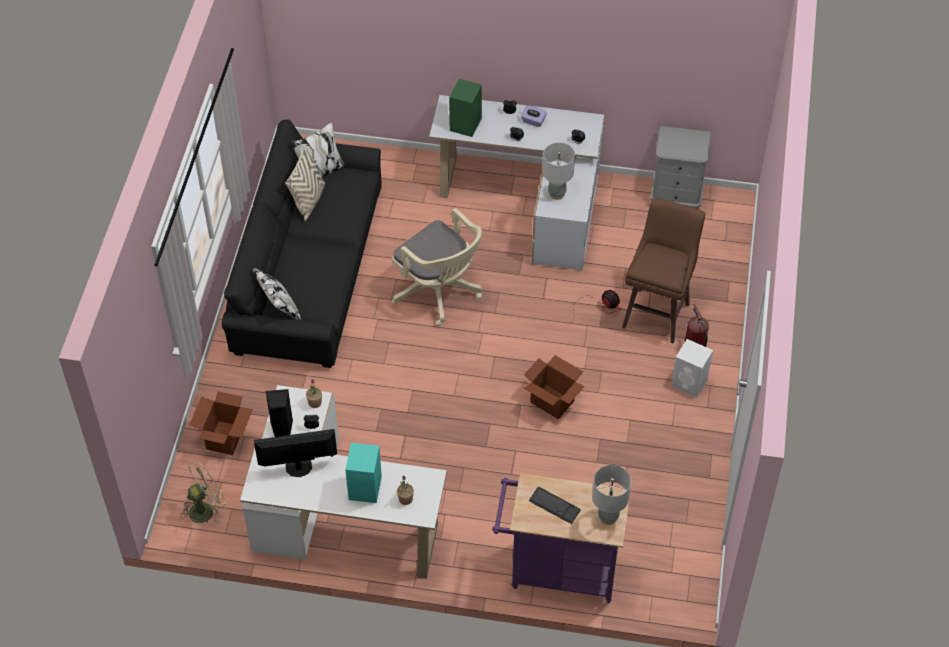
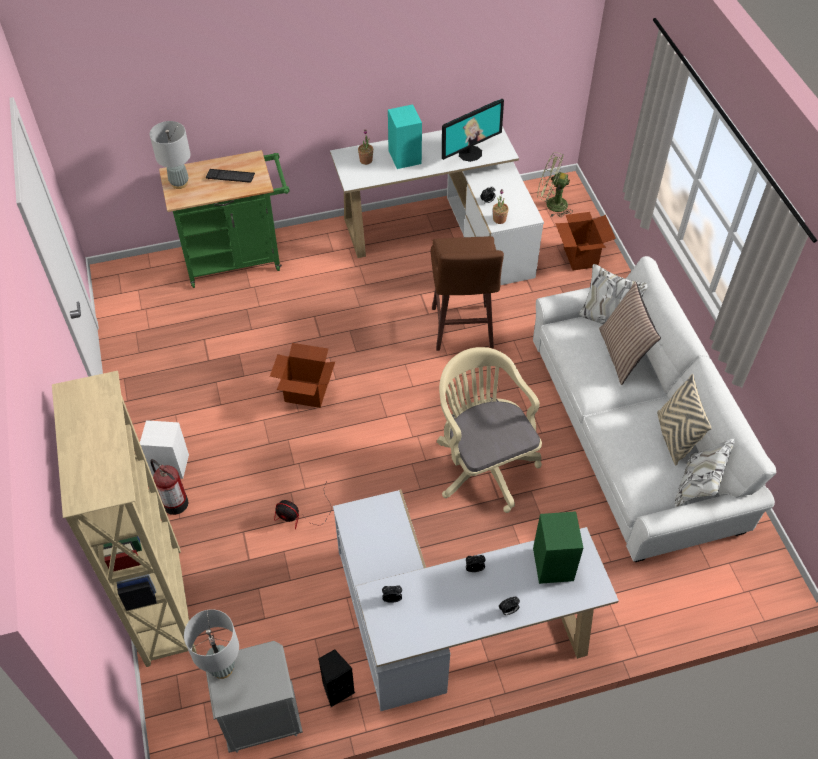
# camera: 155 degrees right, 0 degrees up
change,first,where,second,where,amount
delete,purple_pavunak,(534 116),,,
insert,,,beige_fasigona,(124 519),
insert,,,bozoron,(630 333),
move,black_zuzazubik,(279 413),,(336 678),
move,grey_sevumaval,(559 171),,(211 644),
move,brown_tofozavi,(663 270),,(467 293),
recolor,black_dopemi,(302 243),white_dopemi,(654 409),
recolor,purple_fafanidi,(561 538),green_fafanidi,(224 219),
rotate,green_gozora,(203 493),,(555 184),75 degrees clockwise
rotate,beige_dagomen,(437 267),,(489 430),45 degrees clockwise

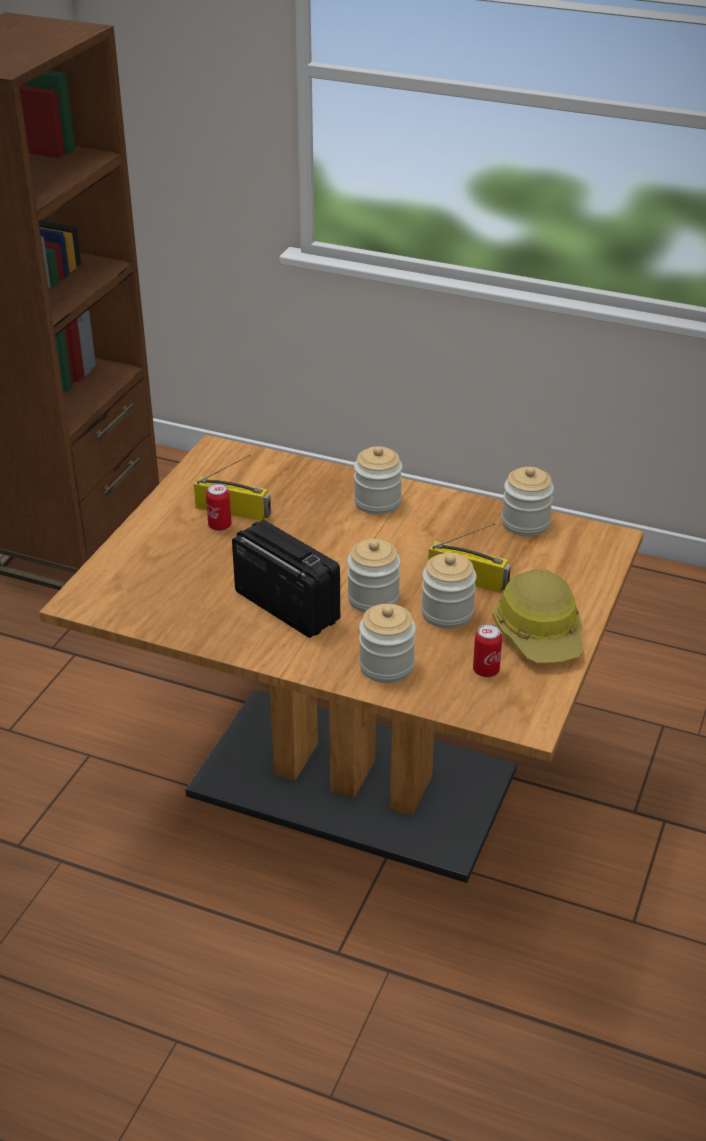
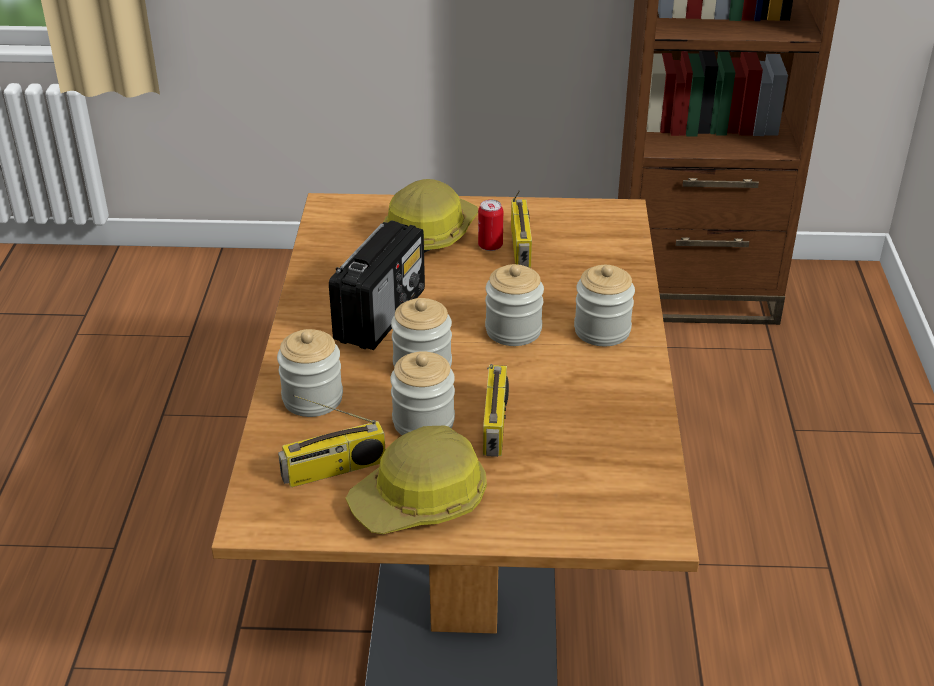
# camera: 70 degrees right, 0 degrees up
change,first,where,second,where,amount
insert,,,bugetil,(431 216),
move,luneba,(528 501),,(514 305),
replace,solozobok,(487 650),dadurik,(331 441),

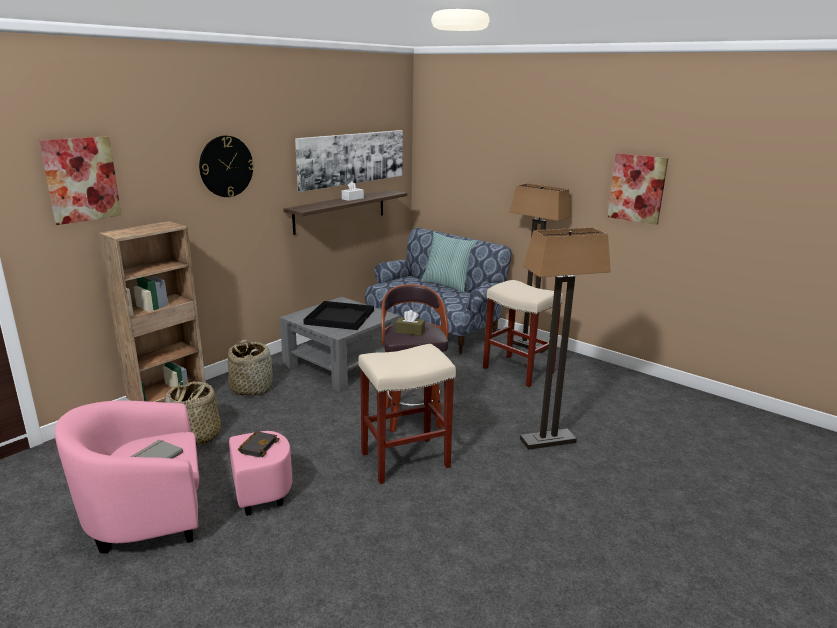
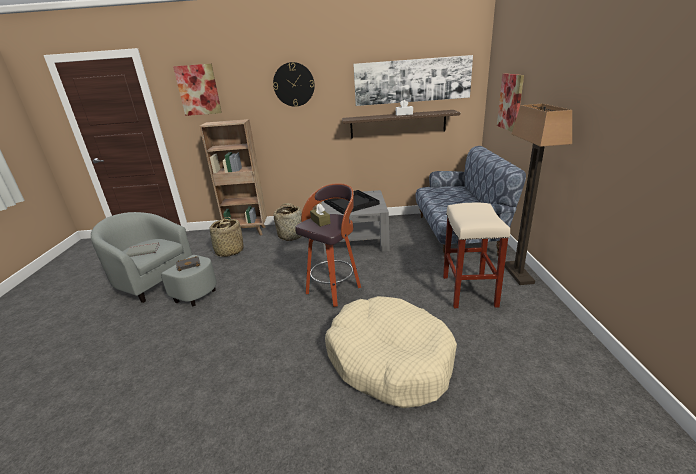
# camera: 50 degrees right, 5 degrees up
change,first,where,second,where,amount
delete,beige_tofozavi,(407 414),,,
delete,bozoron,(449 262),,,
move,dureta,(638 189),,(510 102),
replace,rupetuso,(565 338),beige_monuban,(391 352),
recolor,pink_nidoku,(173 477),grey_nidoku,(154 259),

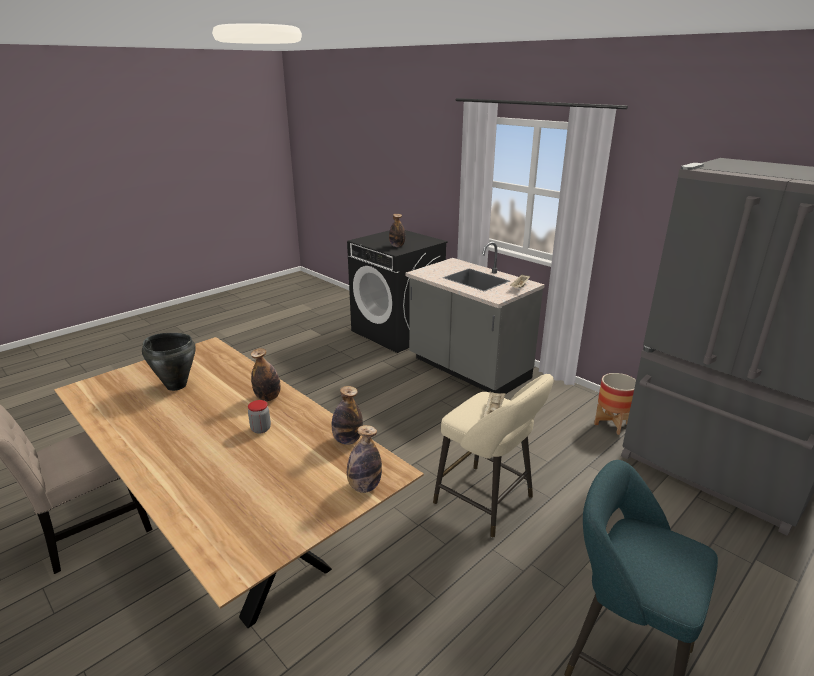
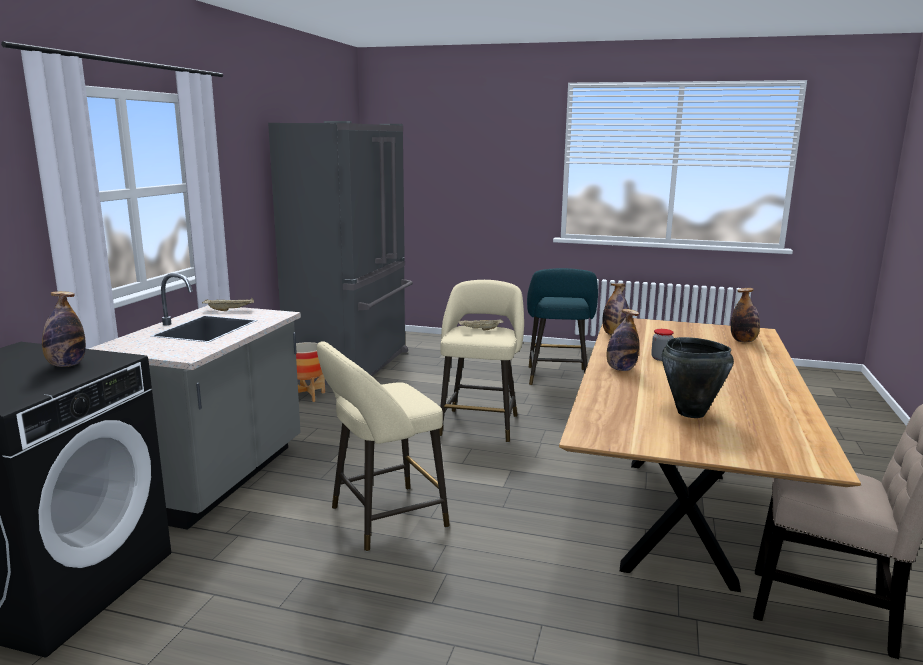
# camera: 120 degrees left, 10 degrees down
change,first,where,second,where,amount
insert,,,beige_tofozavi,(383 446),
move,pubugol,(364 459),,(745 315),

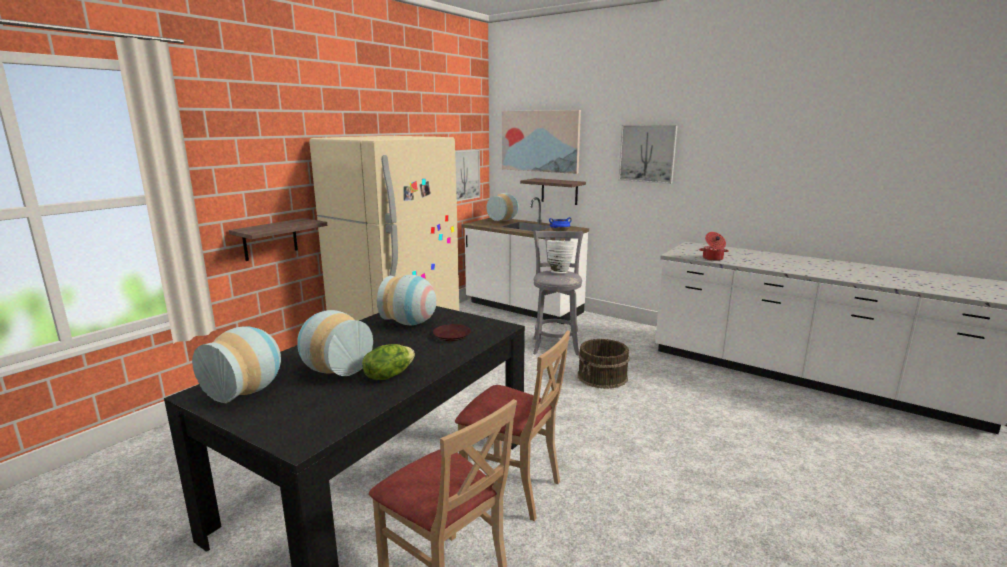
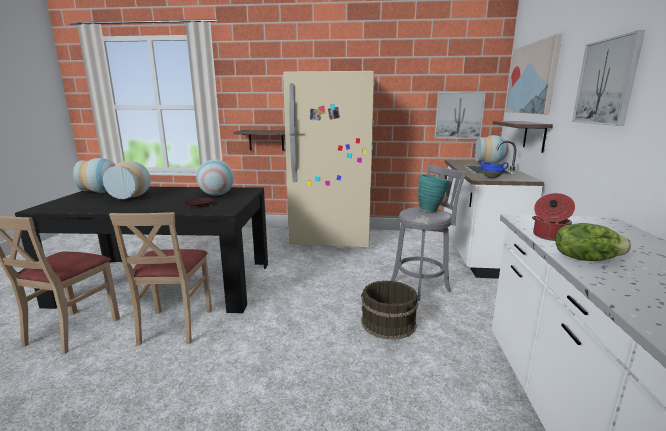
# camera: 60 degrees right, 0 degrees up
change,first,where,second,where,amount
move,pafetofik,(388 362),,(593 242),
recolor,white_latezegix,(560 256),turquoise_latezegix,(434 193),

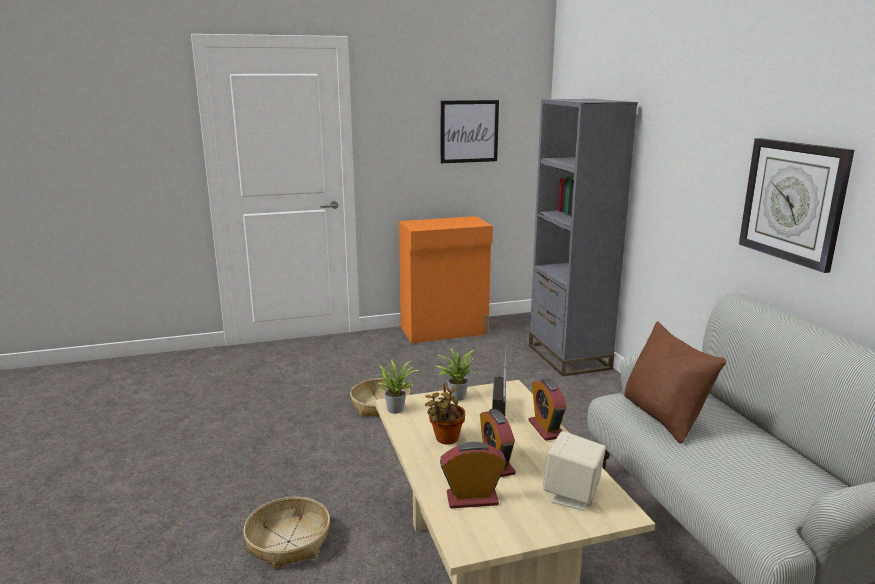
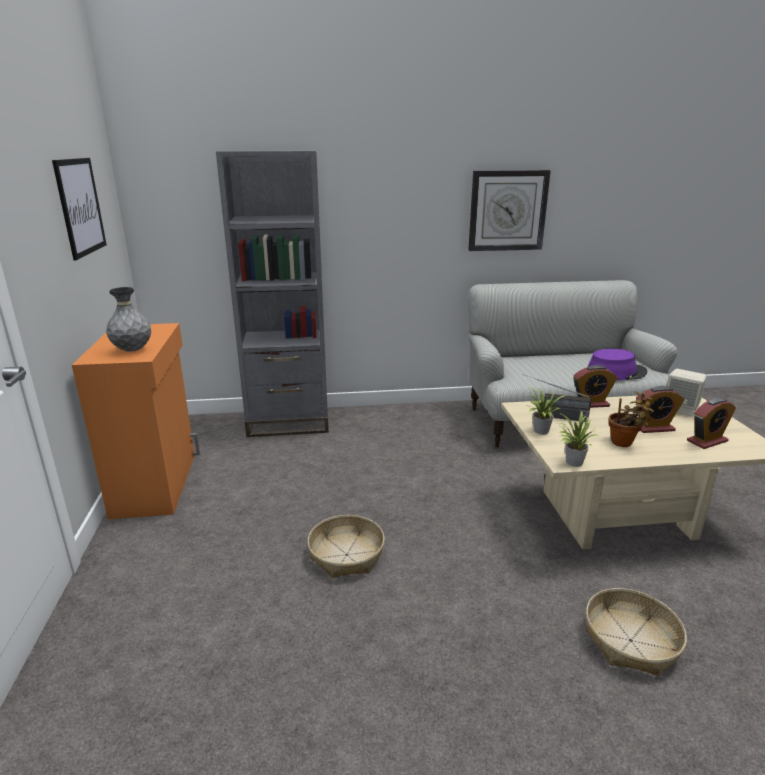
# camera: 80 degrees left, 5 degrees up
change,first,where,second,where,amount
delete,brown_bozoron,(675 382),,,
insert,,,grey_latezegix,(128 319),
insert,,,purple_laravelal,(617 364),
rotate,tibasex,(473 475),,(711 423),120 degrees counterclockwise

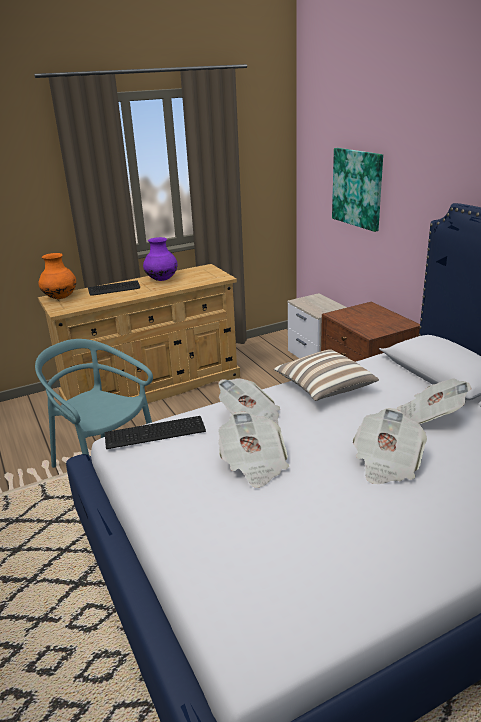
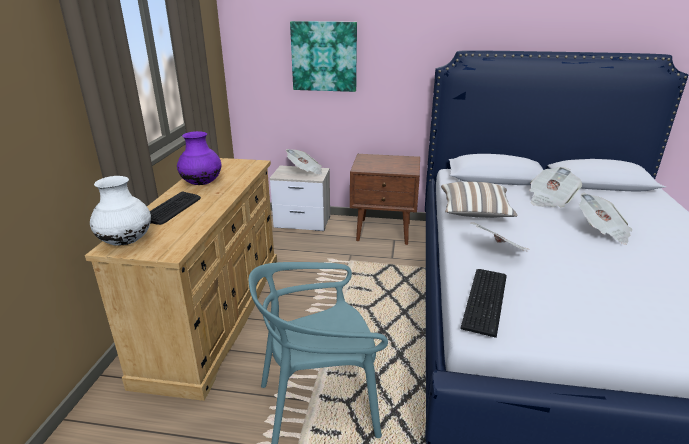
# camera: 55 degrees left, 0 degrees up
change,first,where,second,where,amount
move,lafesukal,(253 449),,(304 162),
recolor,orange_latezegix,(57 276),white_latezegix,(120 211),

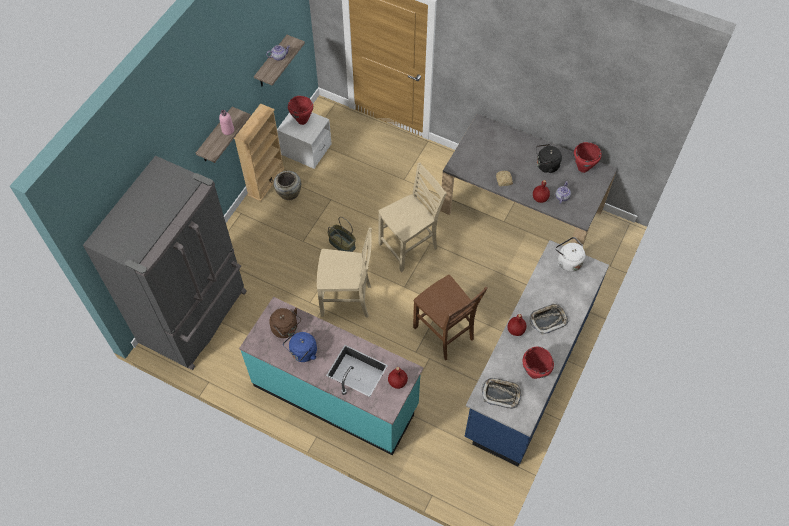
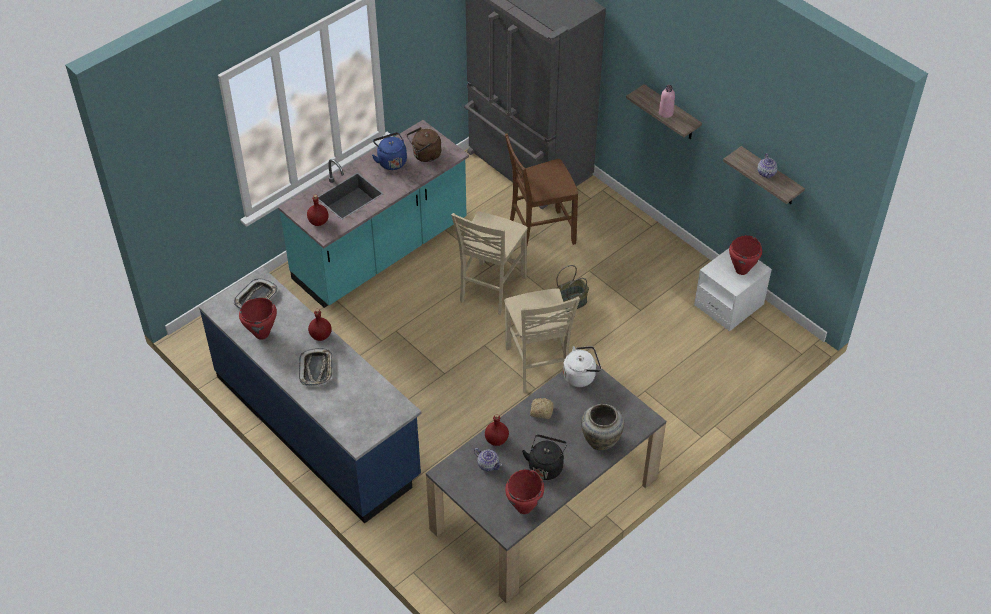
# camera: 110 degrees right, 10 degrees down
change,first,where,second,where,amount
delete,beige_fasigona,(259 152),,,
move,beige_latezegix,(287 185),,(602 427),
move,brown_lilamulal,(450 317),,(541 189),
move,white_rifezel,(570 254),,(582 366),

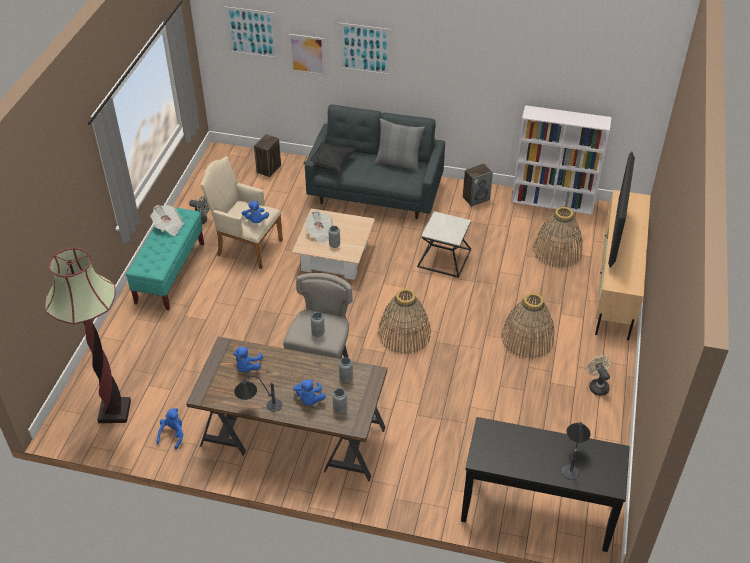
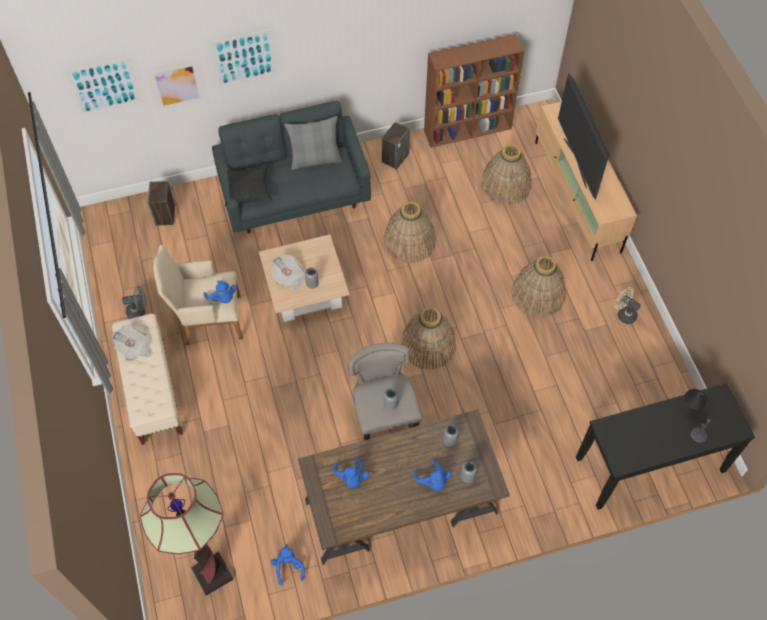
# camera: 30 degrees left, 15 degrees up
change,first,where,second,where,amount
delete,sevumaval,(258 394),,,
replace,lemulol,(444 244),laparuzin,(410 232),
recolor,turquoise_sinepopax,(165 258),beige_sinepopax,(147 379),
recolor,white_fasigona,(561 160),brown_fasigona,(474 91),

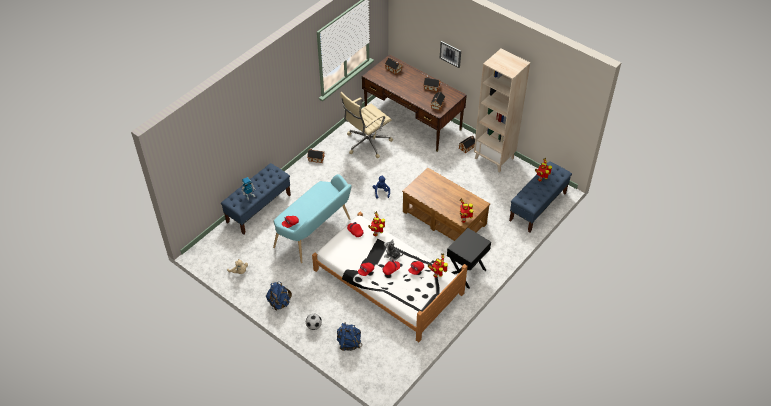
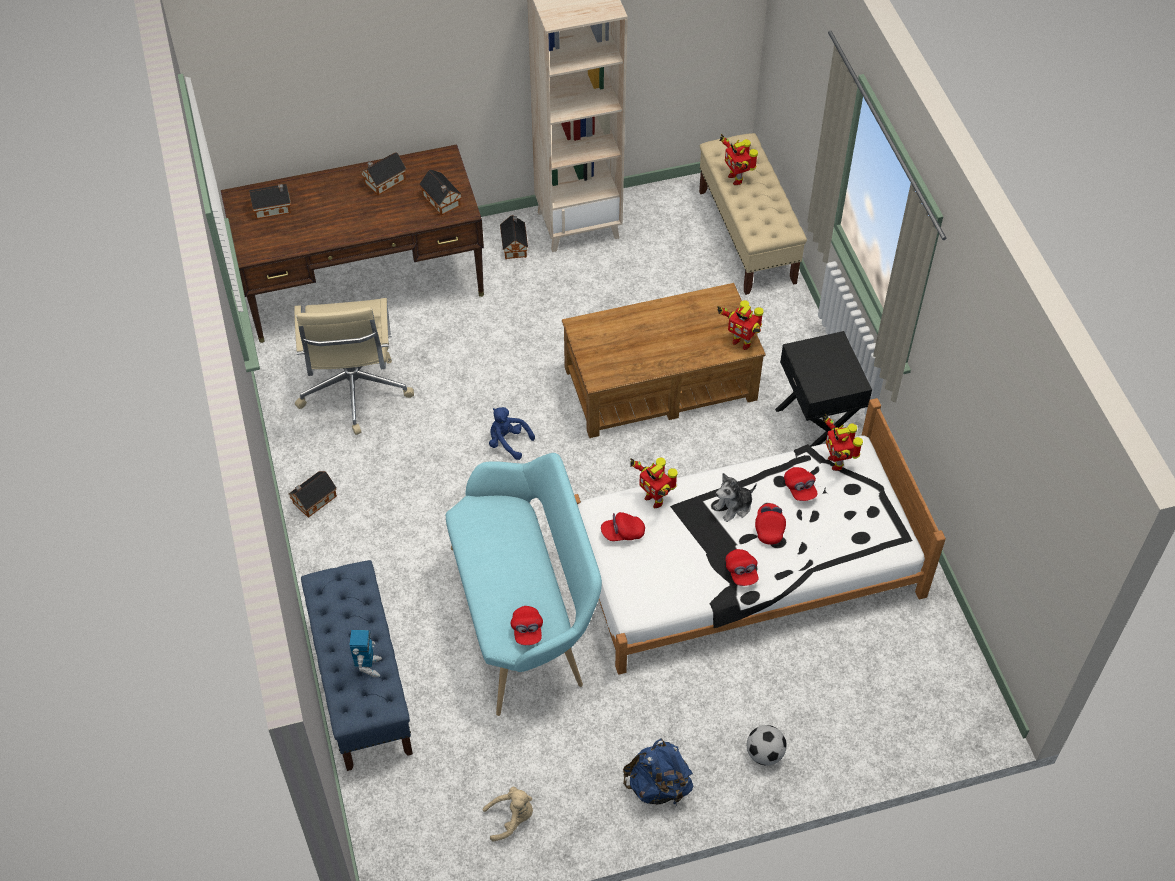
# camera: 55 degrees left, 5 degrees up
change,first,where,second,where,amount
delete,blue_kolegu,(349 336),,,
delete,dureta,(450 54),,,
recolor,blue_sinepopax,(540 197),beige_sinepopax,(753 214),

